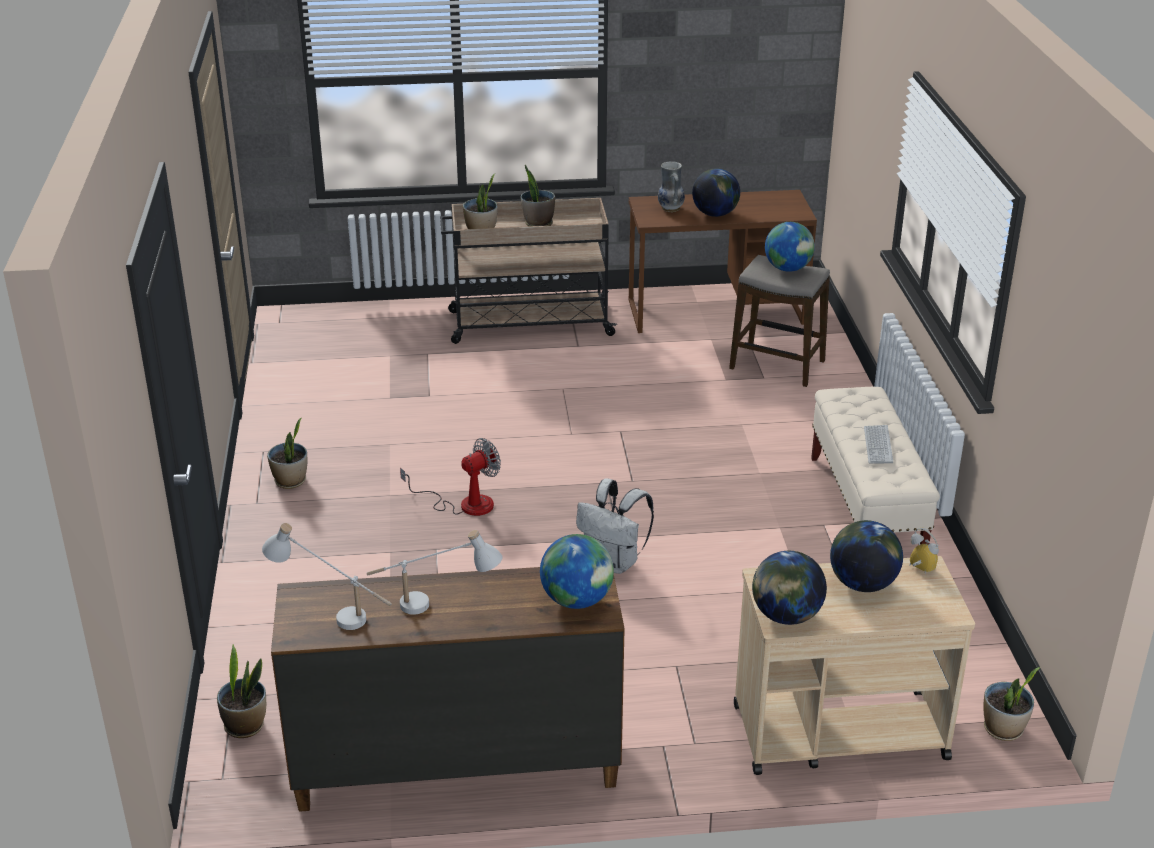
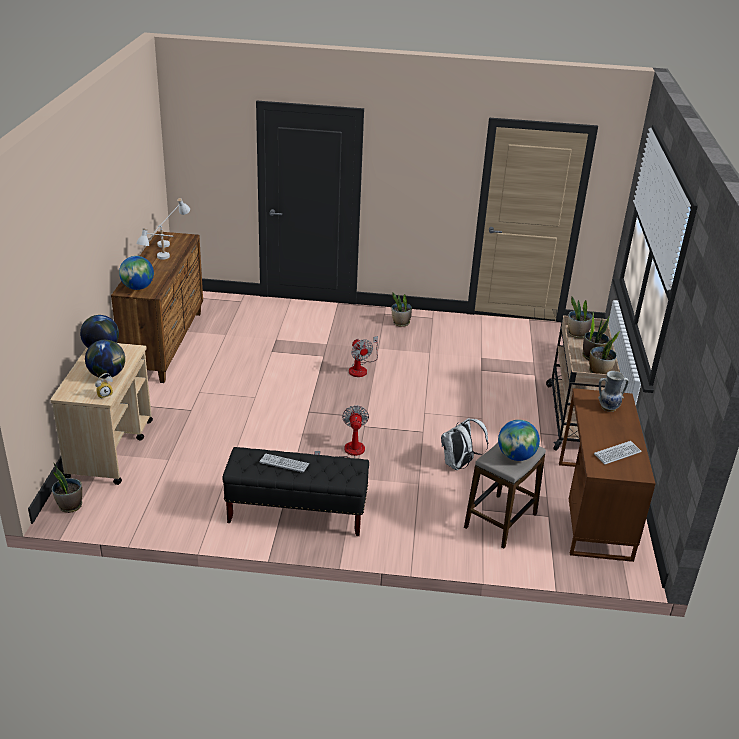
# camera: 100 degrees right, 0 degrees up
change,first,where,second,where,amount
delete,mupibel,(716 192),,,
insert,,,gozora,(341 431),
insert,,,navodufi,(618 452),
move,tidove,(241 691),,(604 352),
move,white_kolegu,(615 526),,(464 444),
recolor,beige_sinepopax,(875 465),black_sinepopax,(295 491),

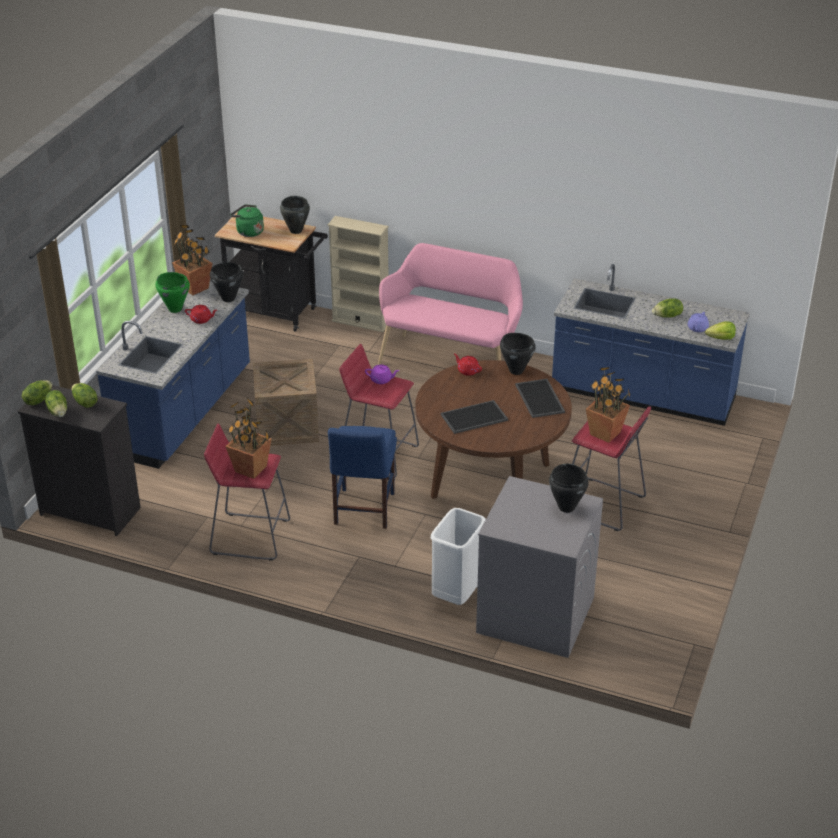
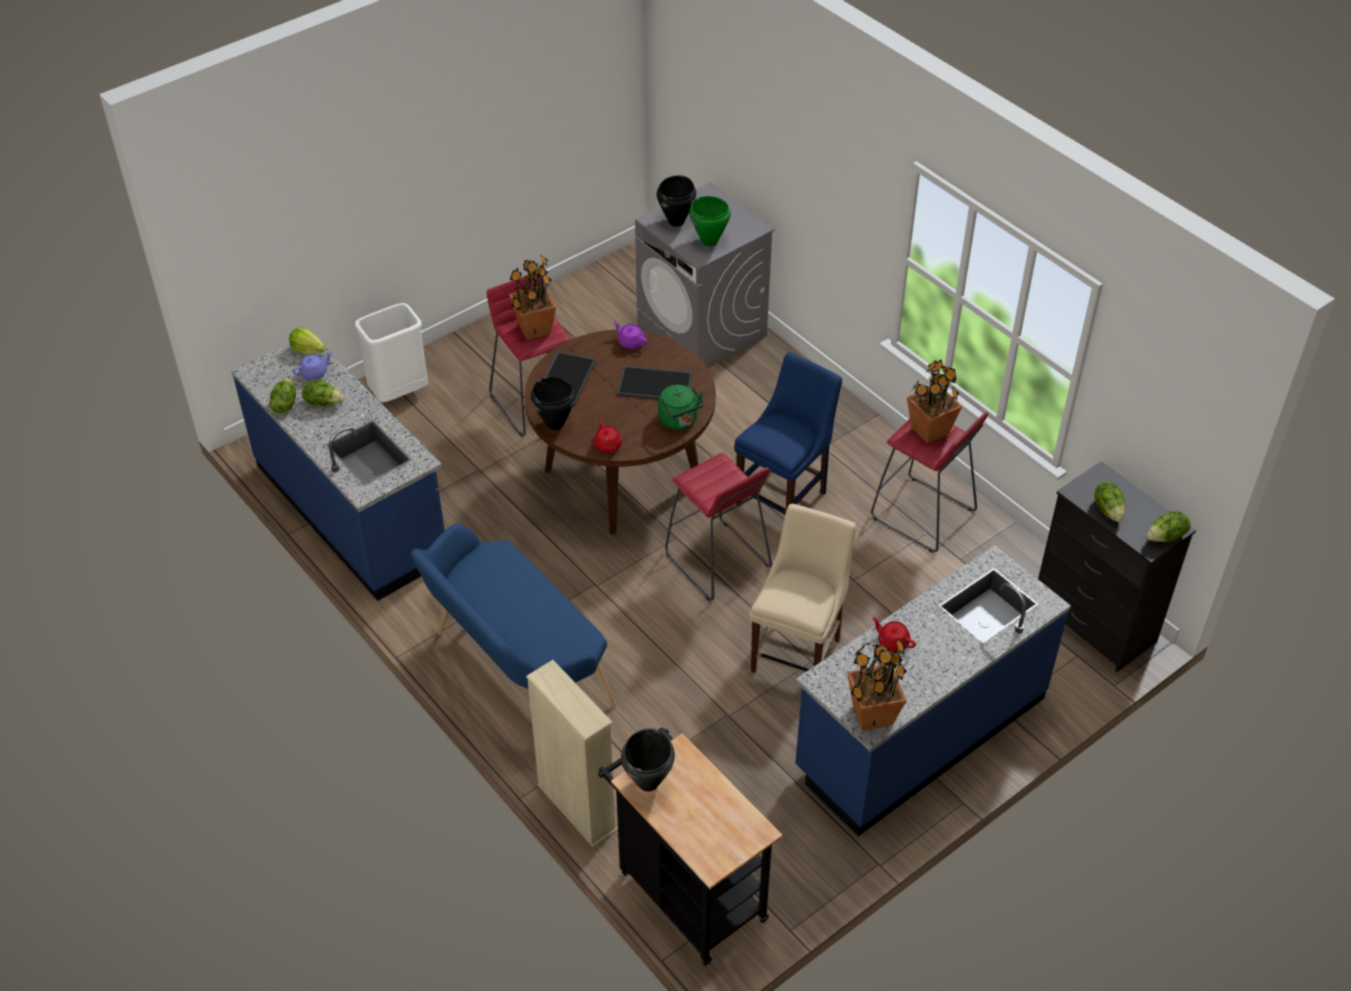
# camera: 150 degrees left, 10 degrees up
change,first,where,second,where,amount
delete,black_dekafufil,(226 282),,,
move,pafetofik,(56 403),,(282 395),
move,green_dekafufil,(173 292),,(710 221),
move,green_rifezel,(247 220),,(681 407),
move,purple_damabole,(382 374),,(630 335),
move,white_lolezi,(458 556),,(391 352),
replace,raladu,(286 402),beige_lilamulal,(803 589),
recolor,pink_sinepopax,(450 304),blue_sinepopax,(513 616),

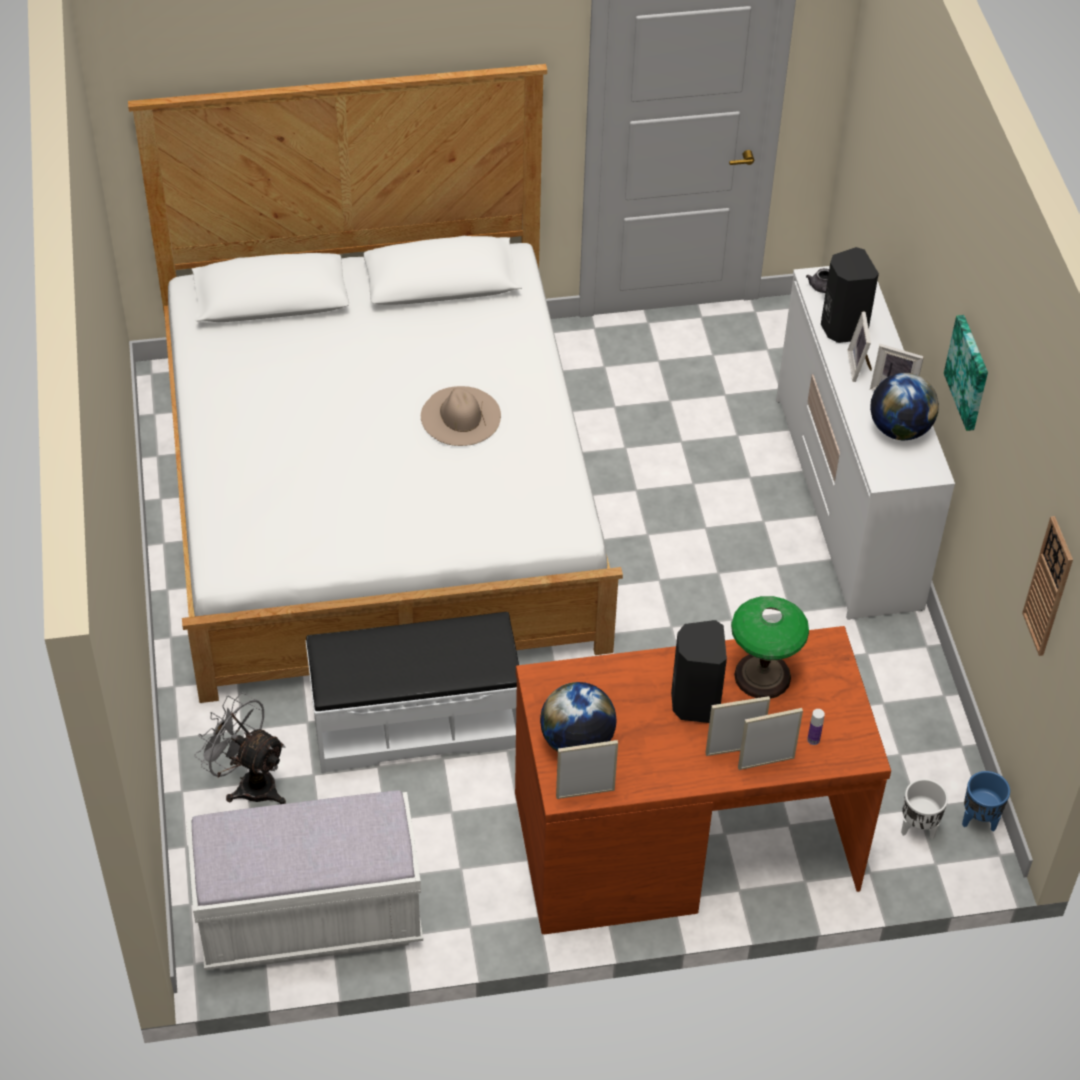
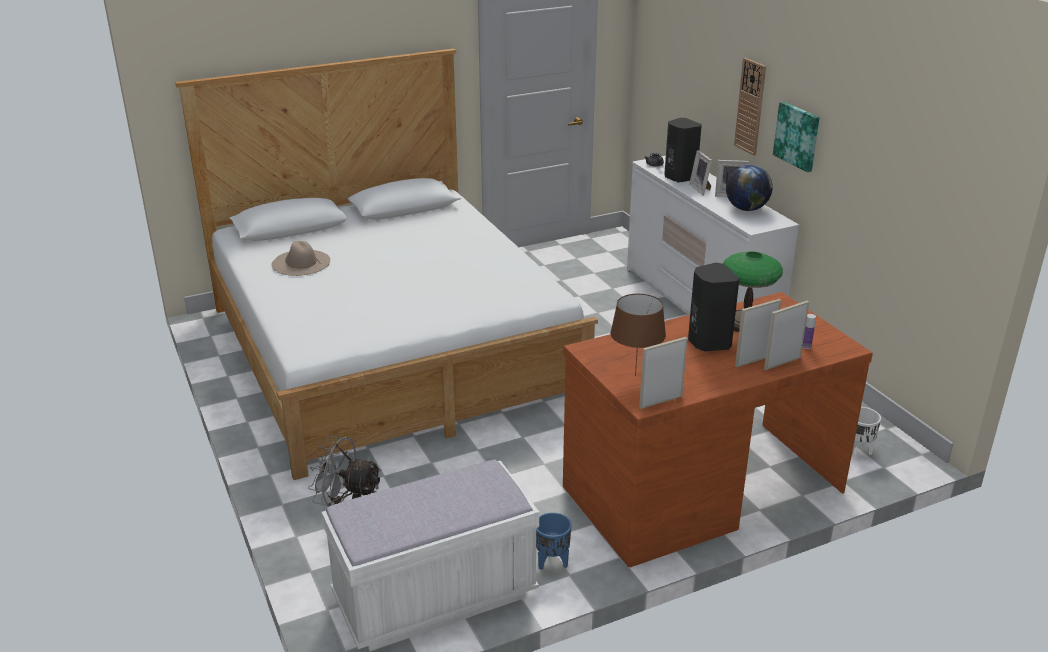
# camera: 15 degrees left, 20 degrees down
change,first,where,second,where,amount
delete,white_sinepopax,(412 692),,,
move,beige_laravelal,(461 416),,(300 258),
move,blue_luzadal,(986 801),,(554 541),
move,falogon,(1047 586),,(750 107),
replace,mupibel,(578 717),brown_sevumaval,(638 335),

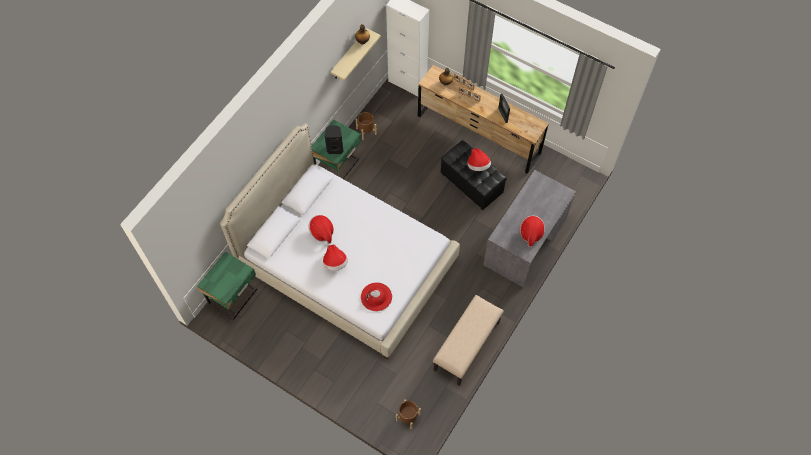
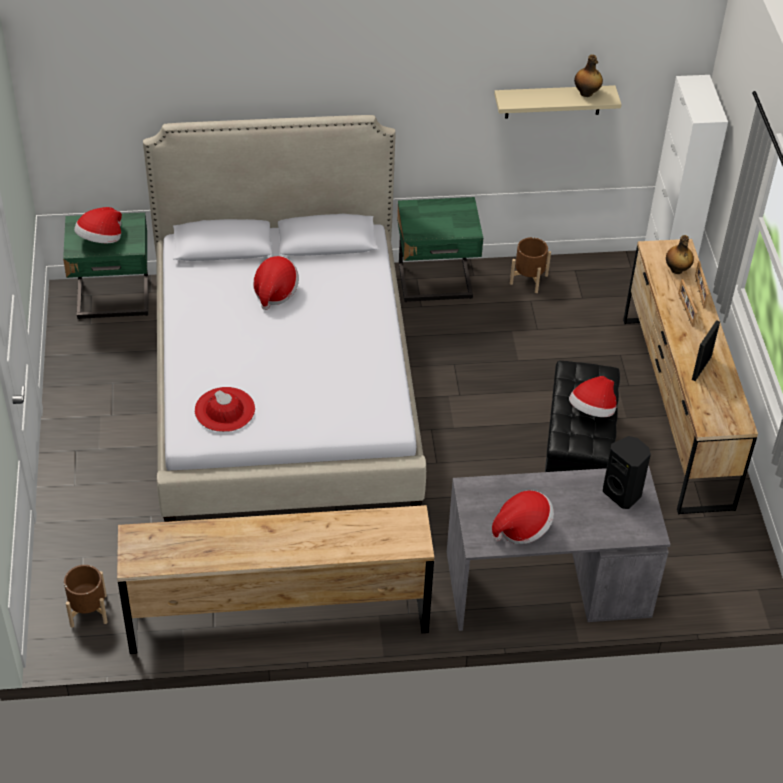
# camera: 50 degrees right, 15 degrees down
change,first,where,second,where,amount
move,laravelal,(335 257),,(98 225),
move,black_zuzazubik,(334 139),,(627 472),
replace,beige_sinepopax,(468 340),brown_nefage,(275 579),

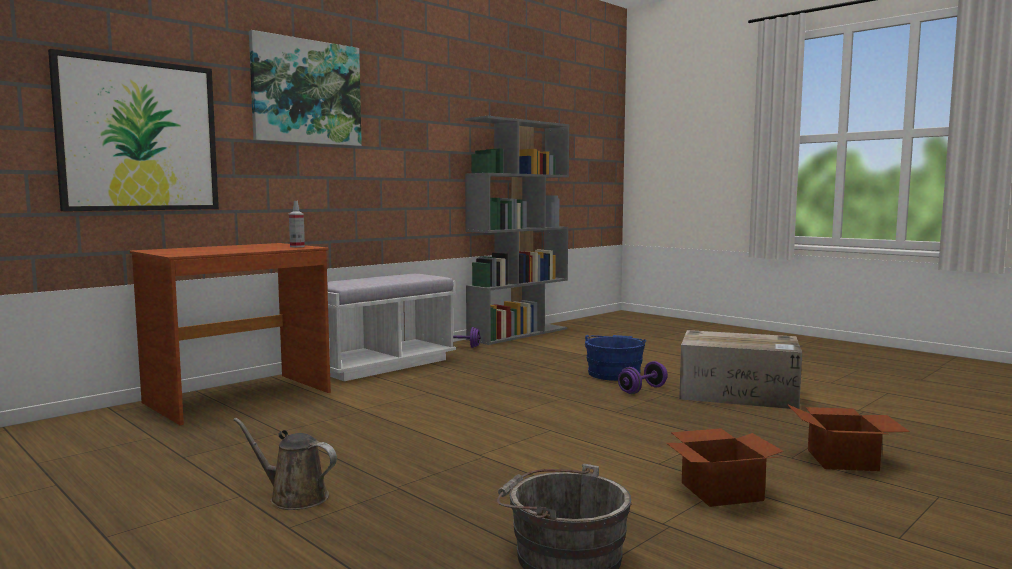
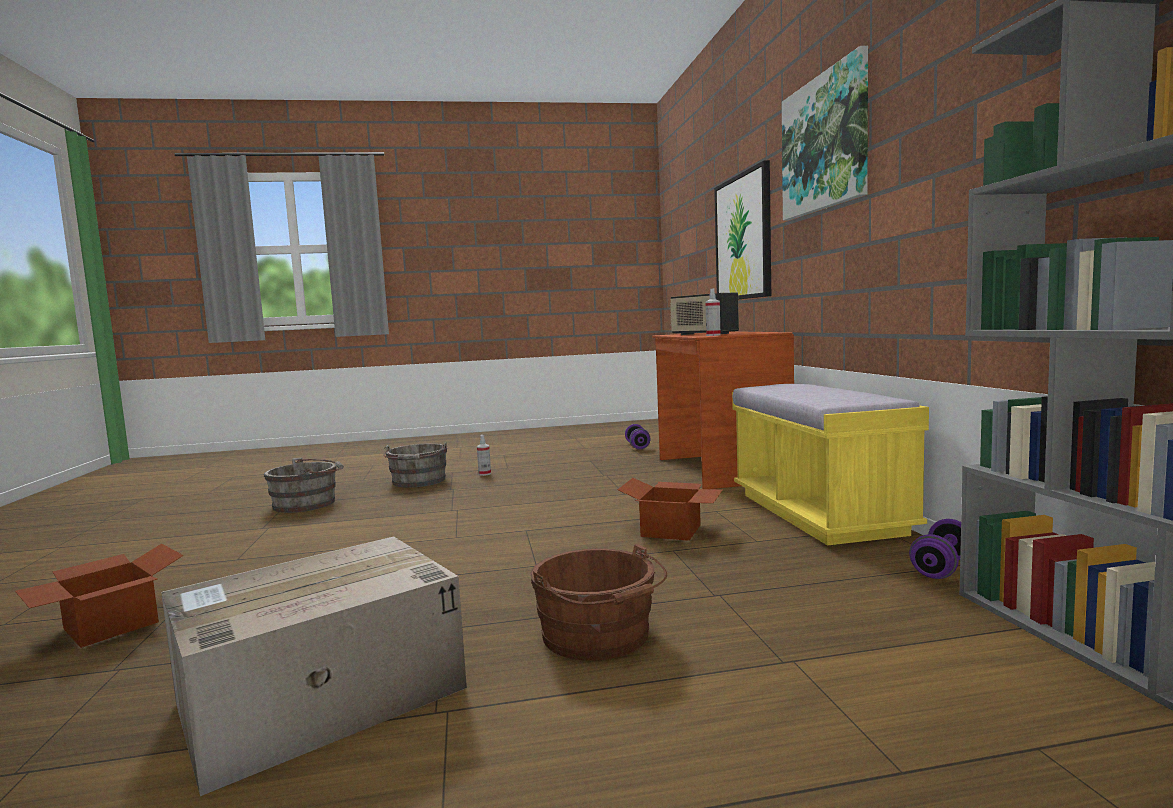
# camera: 125 degrees right, 0 degrees up
change,first,where,second,where,amount
insert,,,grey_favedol,(415 465),
insert,,,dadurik,(704 314),
move,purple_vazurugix,(643 377),,(638 437),
move,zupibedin,(725 467),,(670 509),
replace,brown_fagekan,(285 464),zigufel,(484 455),
recolor,white_sinepopax,(391 327),yellow_sinepopax,(830 464),
recolor,blue_favedol,(615 358),brown_favedol,(598 602),

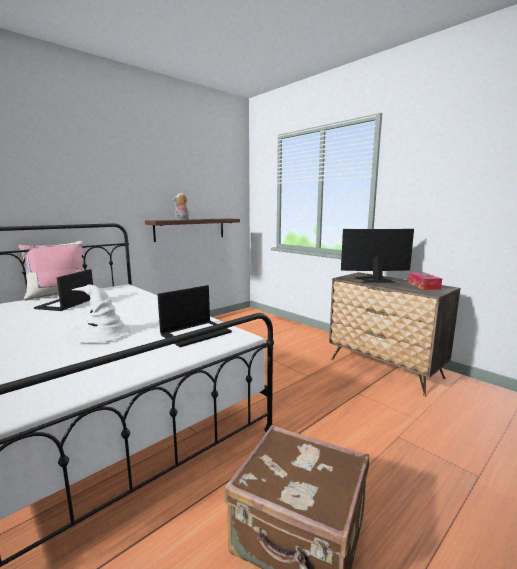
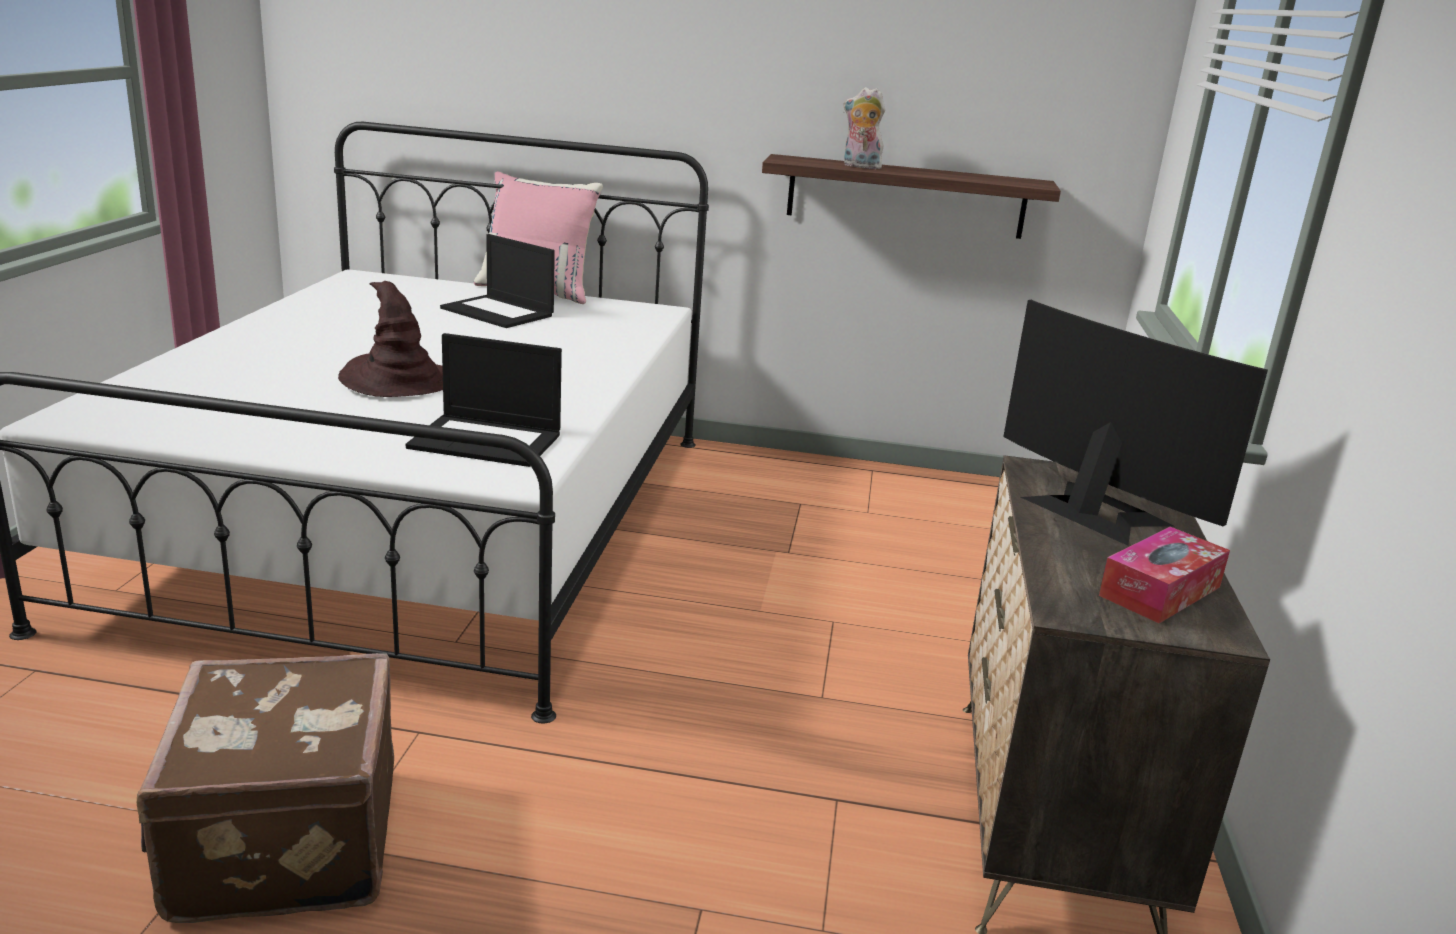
# camera: 50 degrees right, 10 degrees up
change,first,where,second,where,amount
recolor,white_laravelal,(99 314),brown_laravelal,(390 339),
rotate,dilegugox,(63 290),,(497 281),120 degrees counterclockwise

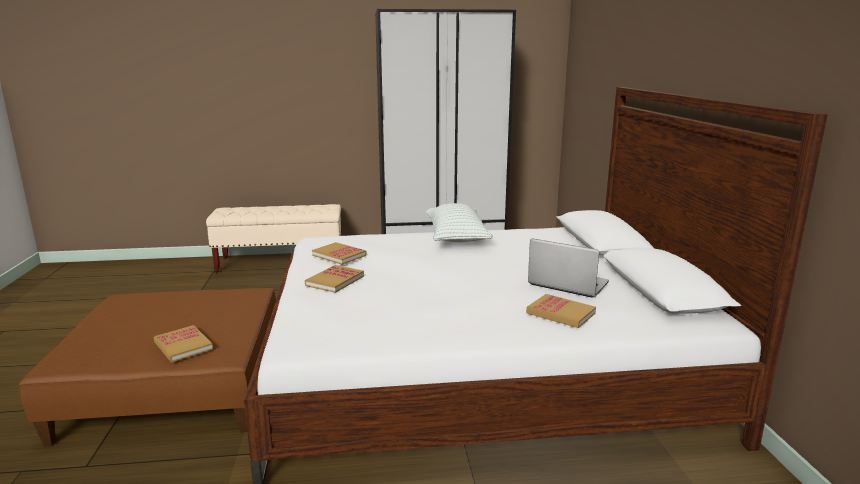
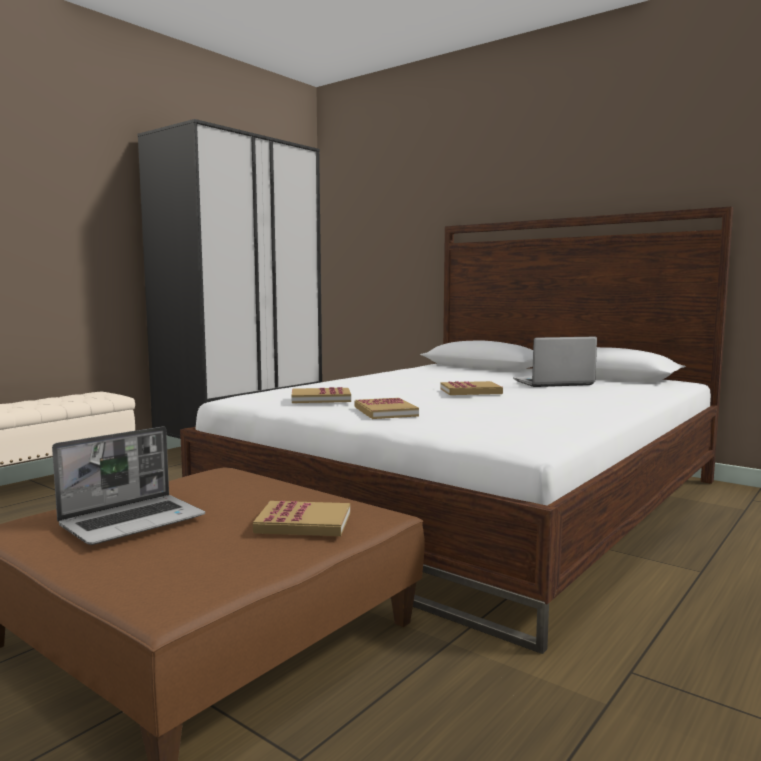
# camera: 45 degrees left, 10 degrees down
change,first,where,second,where,amount
delete,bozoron,(459 222),,,
insert,,,dilegugox,(128 485),
move,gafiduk,(561 311),,(471 388),

